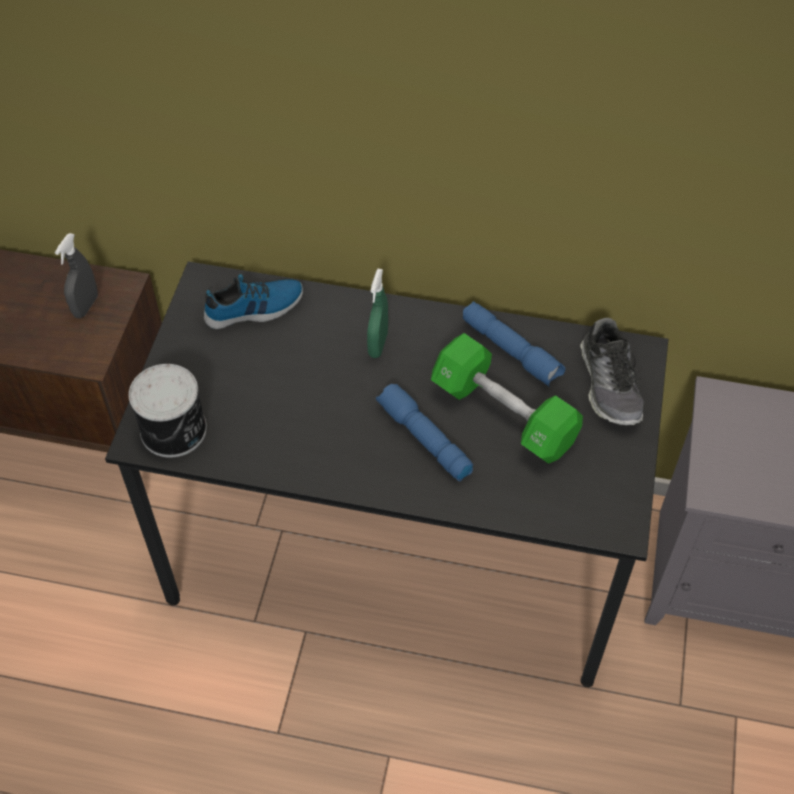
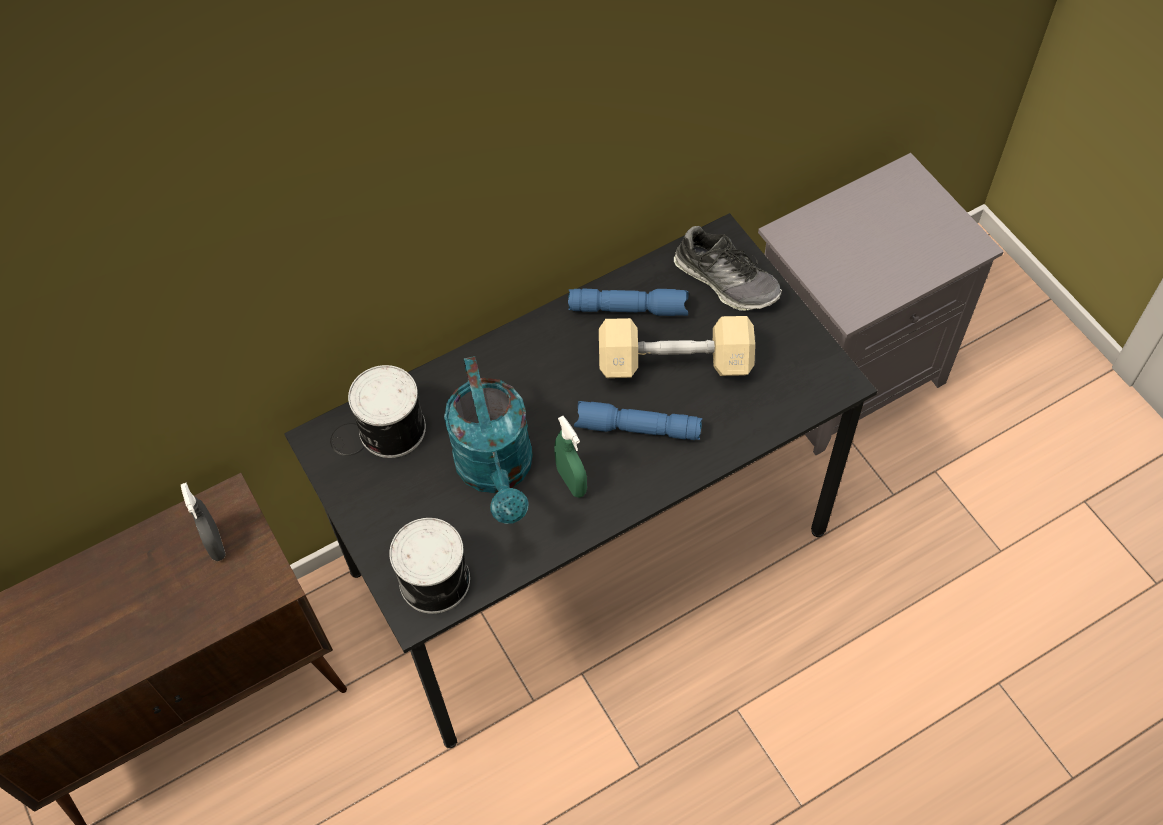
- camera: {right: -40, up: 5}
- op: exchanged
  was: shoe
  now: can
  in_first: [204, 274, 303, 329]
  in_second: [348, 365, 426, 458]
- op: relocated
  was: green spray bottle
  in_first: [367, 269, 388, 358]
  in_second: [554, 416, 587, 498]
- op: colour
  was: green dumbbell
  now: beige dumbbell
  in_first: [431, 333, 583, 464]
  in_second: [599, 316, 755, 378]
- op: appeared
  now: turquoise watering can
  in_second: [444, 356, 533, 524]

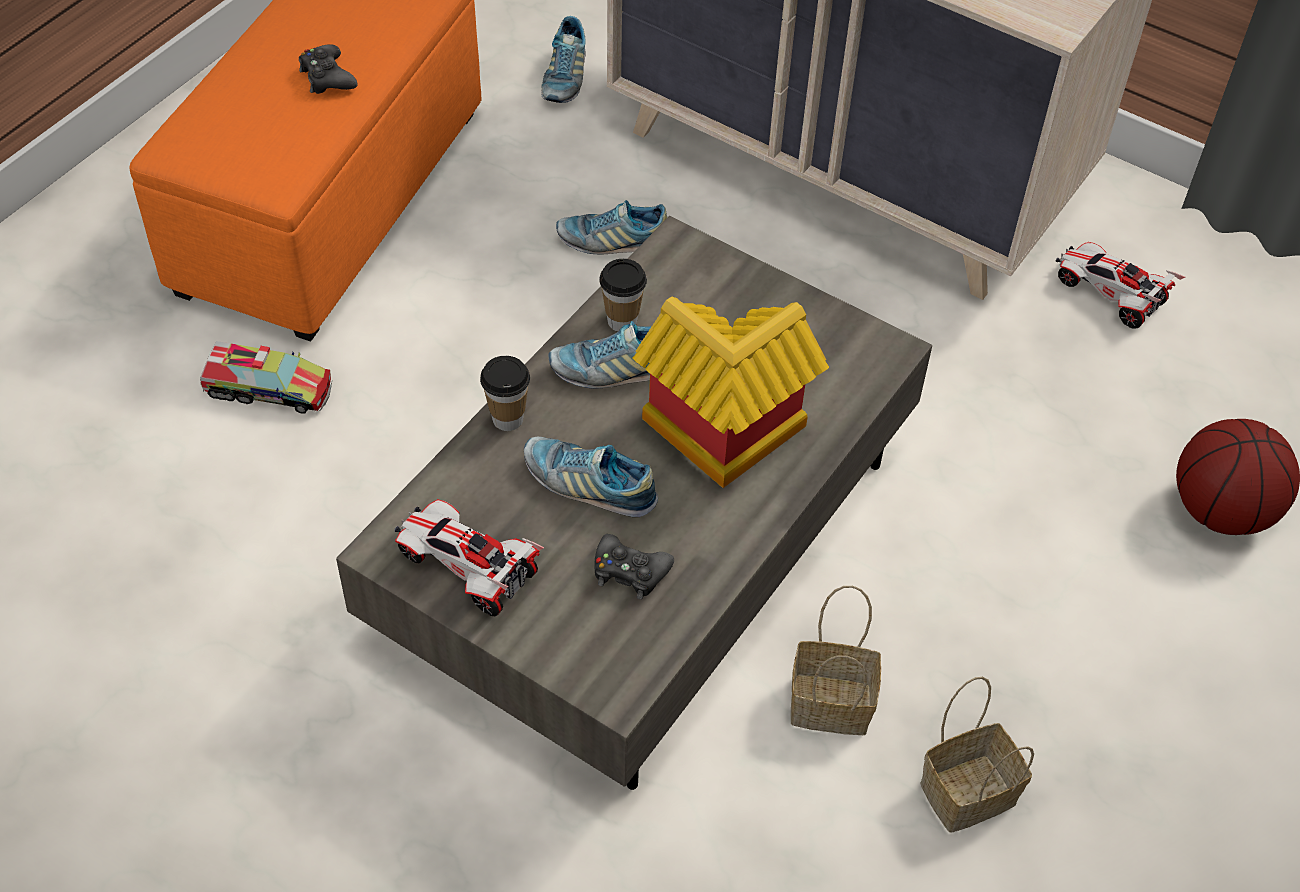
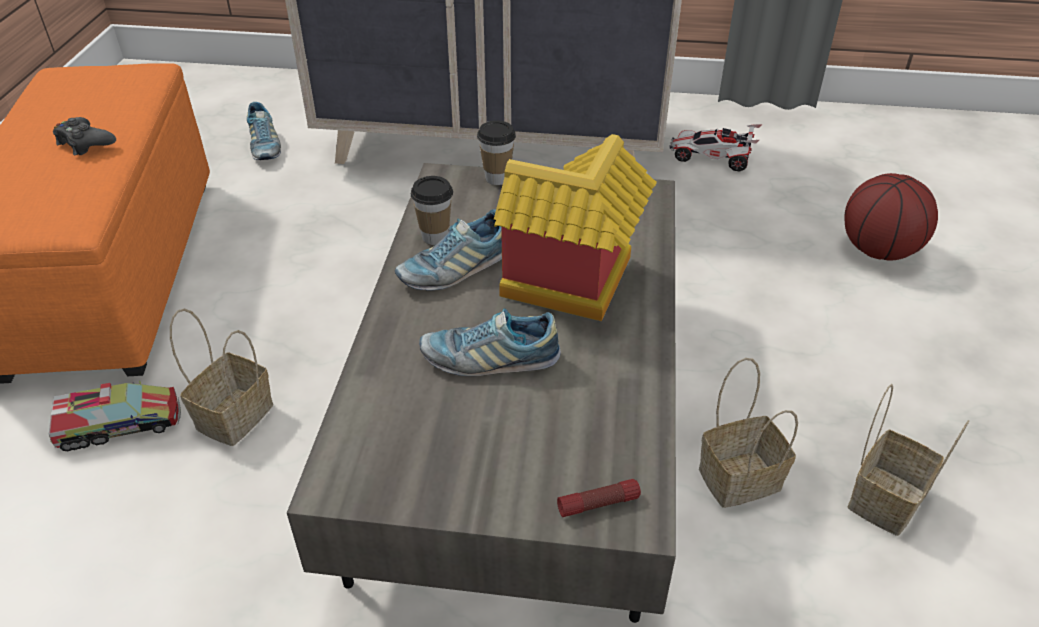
- camera: {right: -25, up: -10}
- op: missing
  was: toy car
  in_first: [394, 499, 544, 616]
- op: relocated
  was: cup
  in_first: [480, 356, 530, 431]
  in_second: [477, 121, 516, 185]
- op: missing
  was: shoe
  in_first: [556, 200, 667, 254]
- op: missing
  was: black game controller
  in_first: [594, 534, 674, 600]
- op: appeared
  now: basket
  in_second: [170, 308, 273, 446]
- op: appeared
  now: flashlight
  in_second: [557, 479, 641, 517]

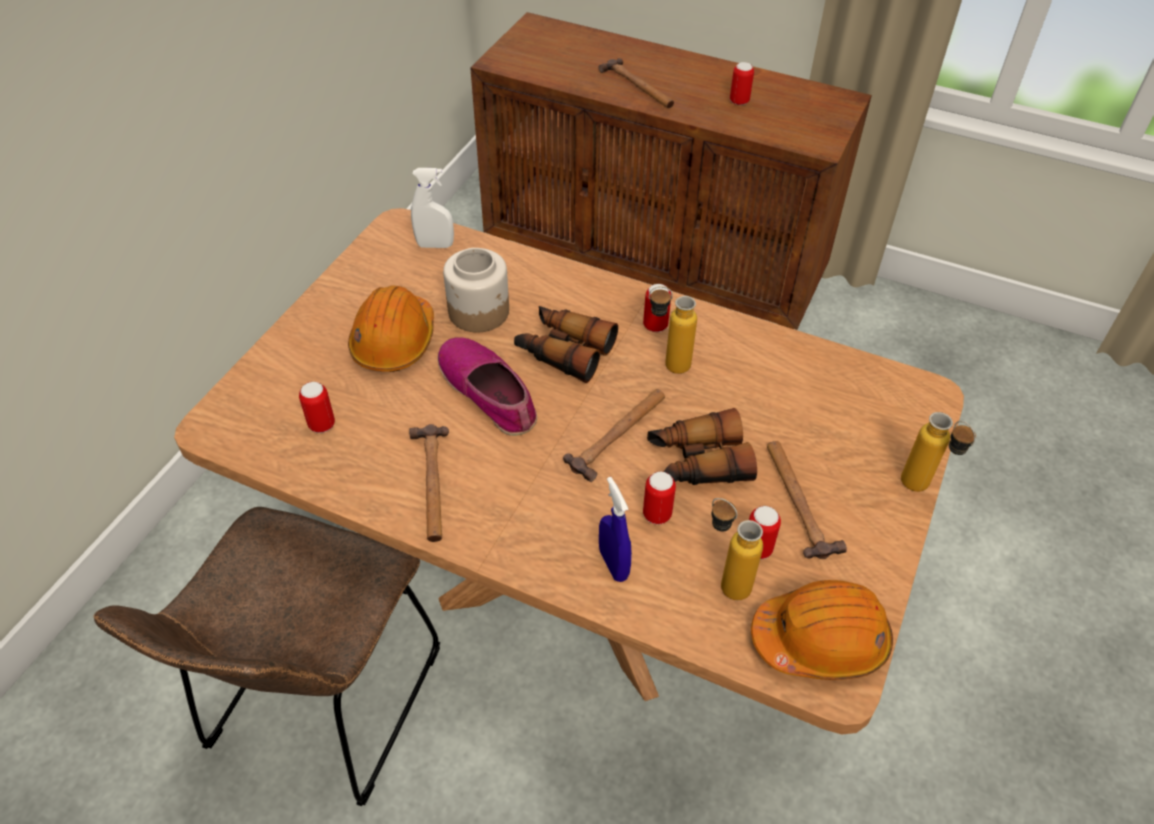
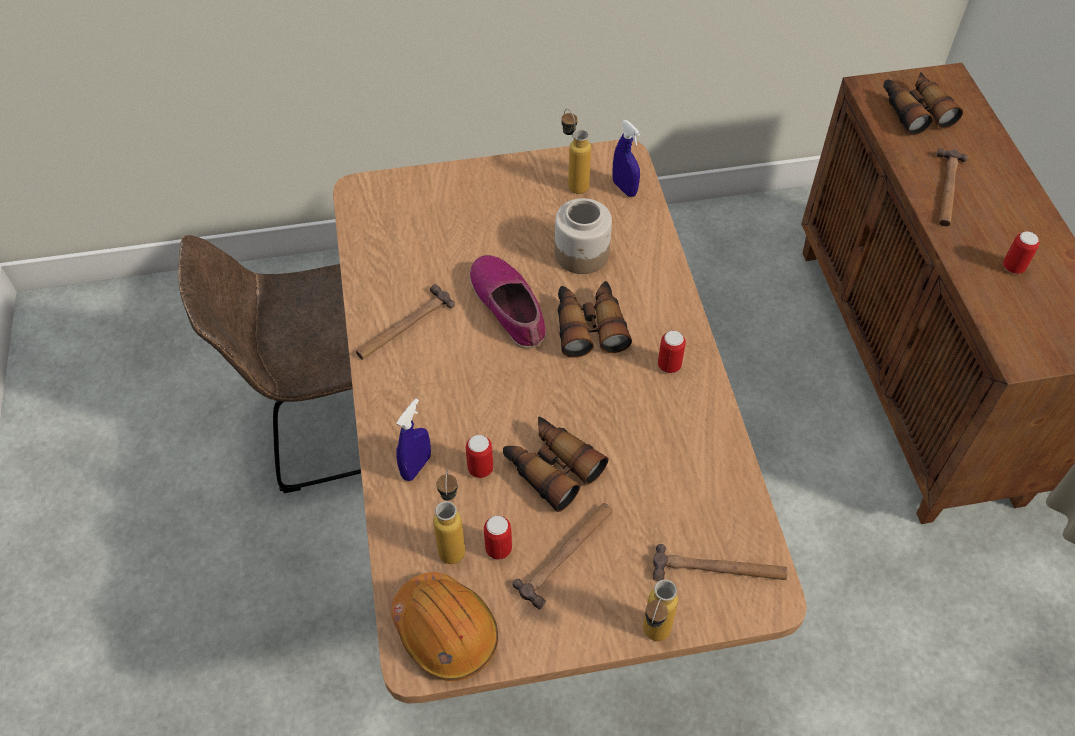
- camera: {right: 55, up: 5}
- op: missing
  was: can
  in_first: [299, 382, 335, 433]
- op: missing
  was: orange hard hat
  in_first: [348, 285, 434, 372]
- op: colour
  was: white spray bottle
  now: blue spray bottle
  in_first: [411, 168, 454, 248]
  in_second: [612, 120, 640, 197]
- op: spun
  was: shoe
  in_first: [438, 337, 537, 436]
  in_second: [470, 255, 547, 349]
  clockwise: -45
- op: relocated
  was: hammer
  in_first: [563, 389, 665, 482]
  in_second: [653, 544, 787, 581]
- op: relocated
  was: bottle
  in_first: [649, 286, 697, 374]
  in_second: [561, 109, 591, 194]
- op: appeared
  now: binoculars
  in_second: [883, 73, 963, 136]

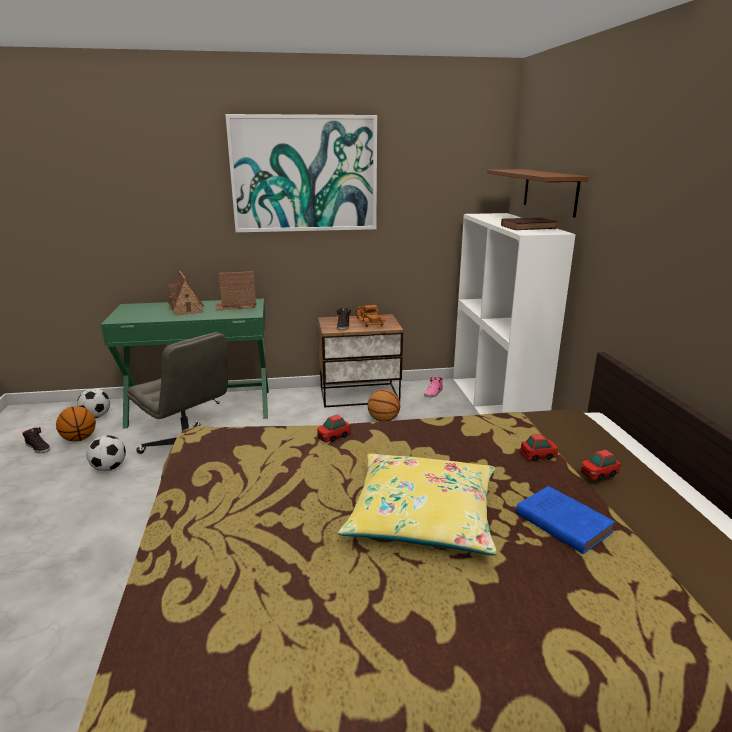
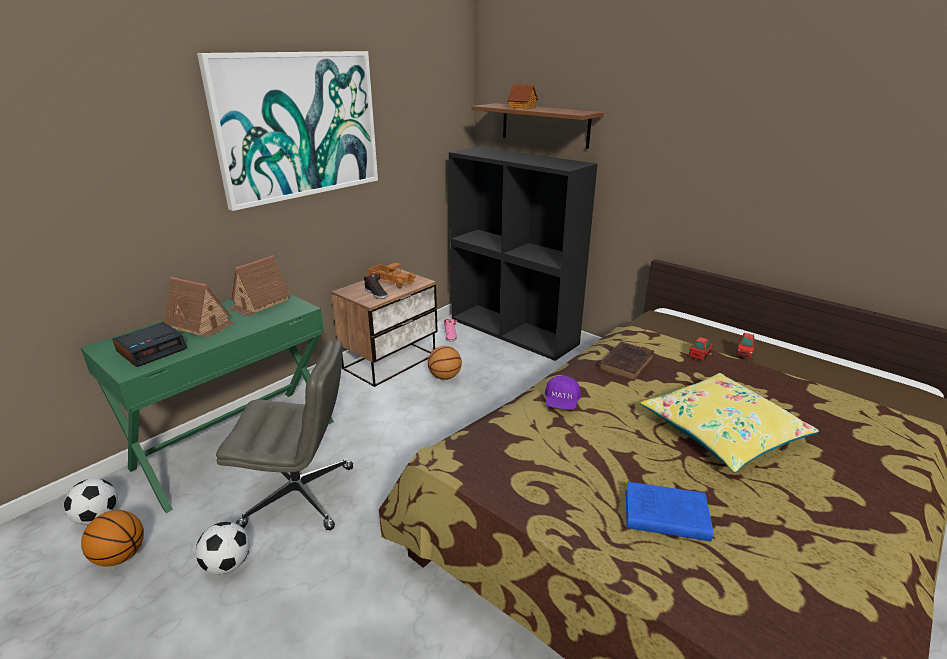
- camera: {right: -40, up: 5}
- op: missing
  was: black shoe
  in_first: [22, 427, 50, 453]
- op: exchanged
  was: toy car
  now: purple cap
  in_first: [317, 415, 350, 442]
  in_second: [545, 376, 581, 410]
- op: colour
  was: white bookcase
  now: black bookcase
  in_first: [453, 213, 576, 415]
  in_second: [449, 147, 597, 361]
- op: relocated
  was: brown book
  in_first: [501, 217, 557, 230]
  in_second: [598, 341, 655, 381]
- op: relocated
  was: blue book
  in_first: [516, 486, 615, 554]
  in_second: [626, 482, 713, 542]
- op: appeared
  now: alarm clock
  in_second: [112, 322, 187, 367]
- op: appeared
  now: toy house
  in_second: [507, 84, 538, 109]

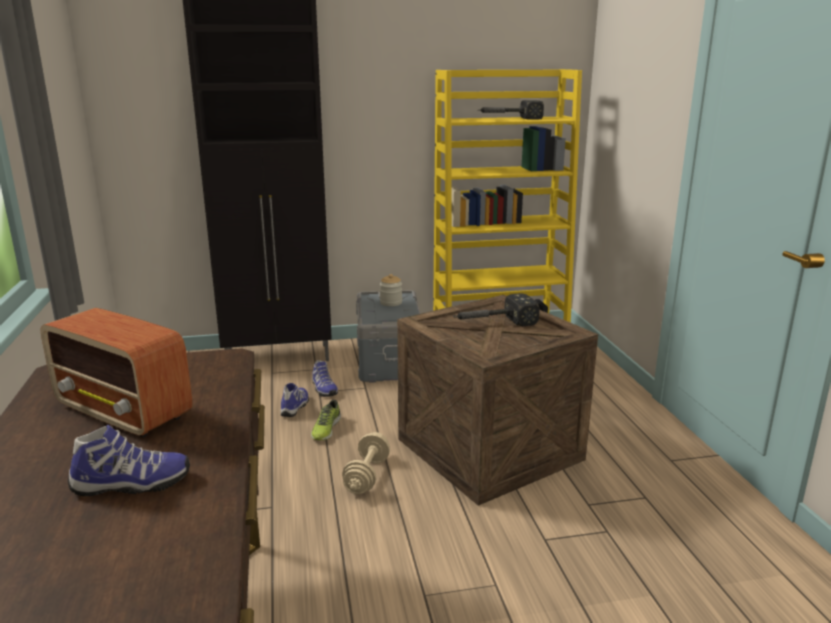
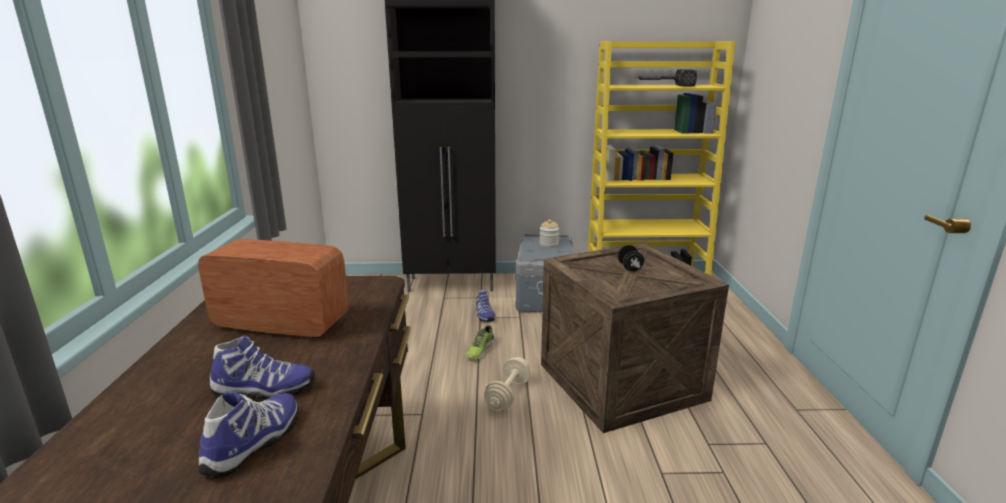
- camera: {right: 10, up: 0}
- op: spun
  was: radio
  in_first: [40, 308, 192, 438]
  in_second: [198, 239, 349, 338]
  clockwise: 150
- op: relocated
  was: shoe
  in_first: [281, 383, 309, 417]
  in_second: [198, 392, 298, 478]
- op: exchanged
  was: hammer
  now: black dumbbell
  in_first: [453, 293, 540, 326]
  in_second: [618, 245, 644, 271]

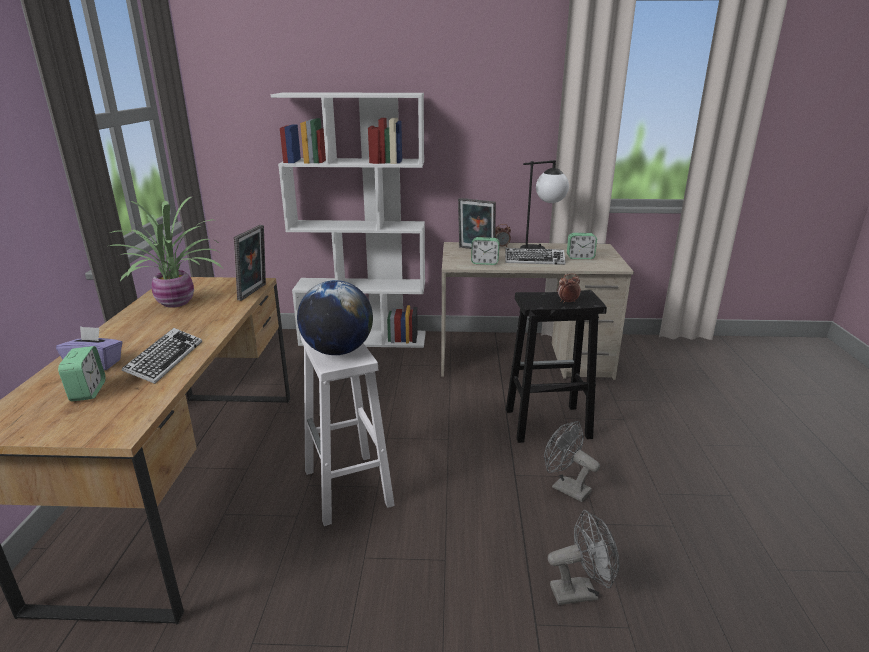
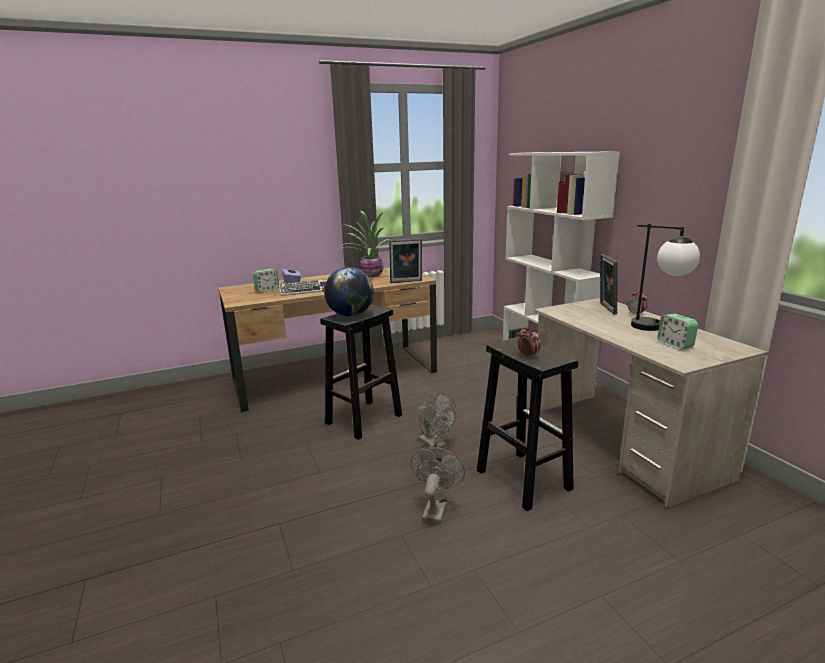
- camera: {right: 65, up: -5}
- op: colour
  was: white stool
  now: black stool
  in_first: [300, 333, 395, 526]
  in_second: [320, 304, 402, 440]
- op: missing
  was: alarm clock
  in_first: [471, 237, 500, 265]
- op: missing
  was: keyboard
  in_first: [505, 248, 565, 265]
- op: relocated
  was: grey fan
  in_first: [548, 510, 619, 605]
  in_second: [419, 393, 456, 450]

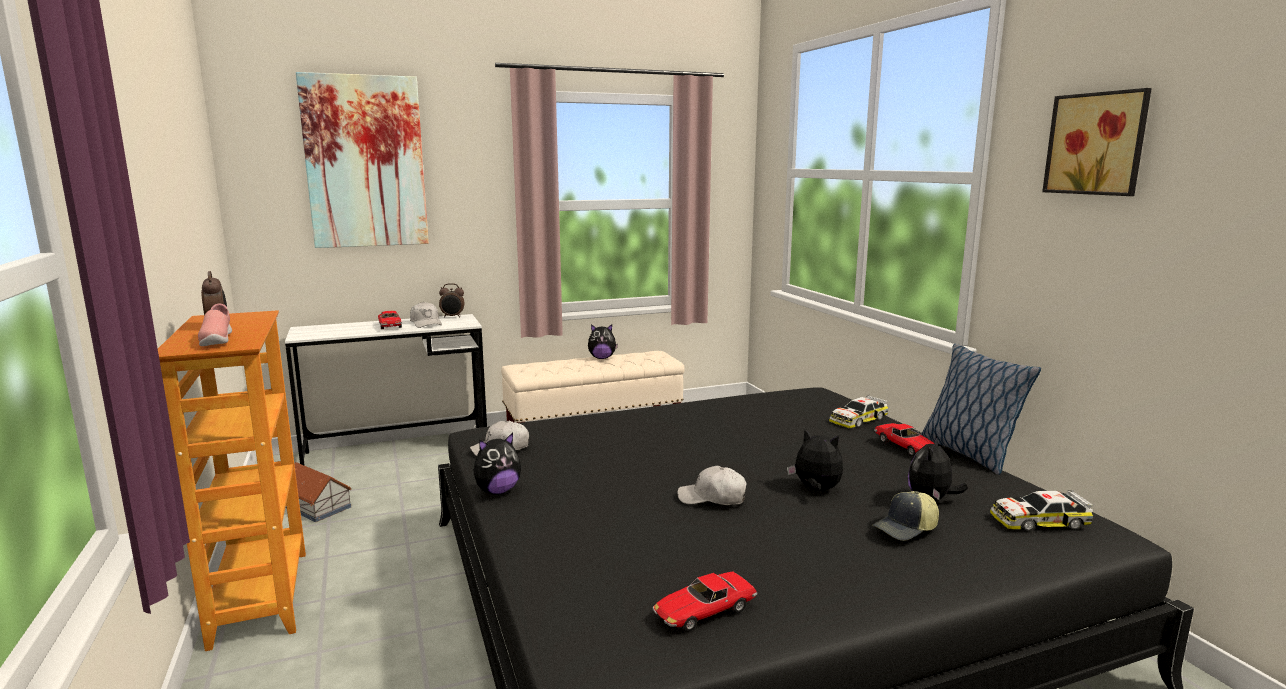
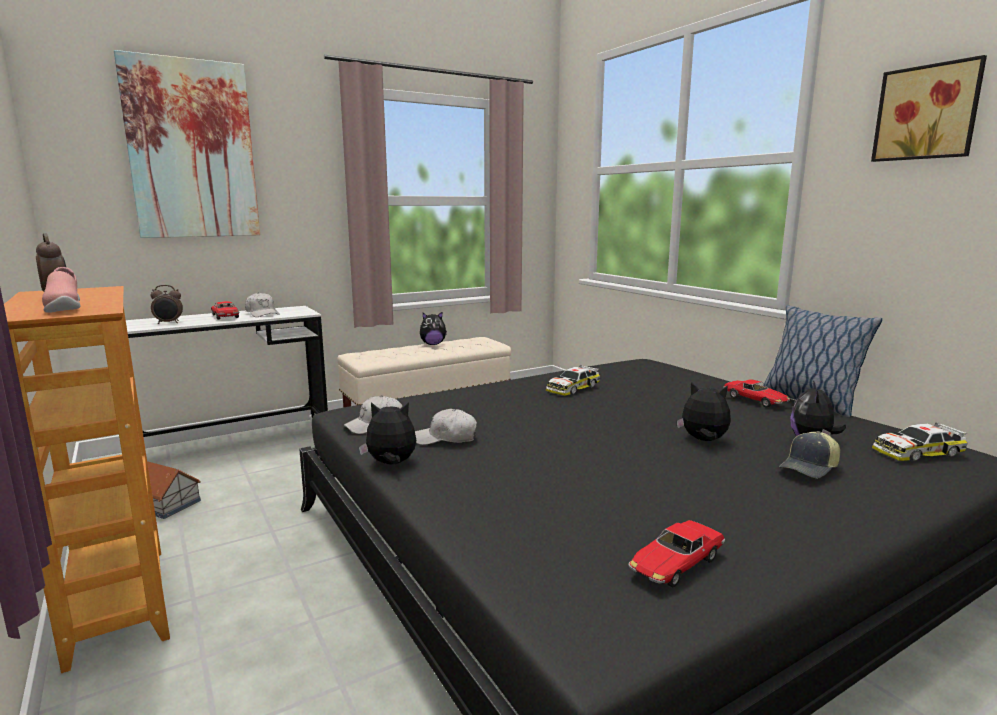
- camera: {right: -10, up: 0}
- op: relocated
  was: alarm clock
  in_first: [439, 283, 465, 318]
  in_second: [151, 285, 183, 324]
- op: spun
  was: plush toy
  in_first: [473, 433, 521, 495]
  in_second: [359, 402, 416, 464]
  clockwise: -135
- op: relocated
  was: white cap
  in_first: [677, 466, 747, 505]
  in_second: [415, 409, 477, 445]
- op: relocated
  was: toy car
  in_first: [829, 395, 888, 428]
  in_second: [546, 365, 600, 396]

